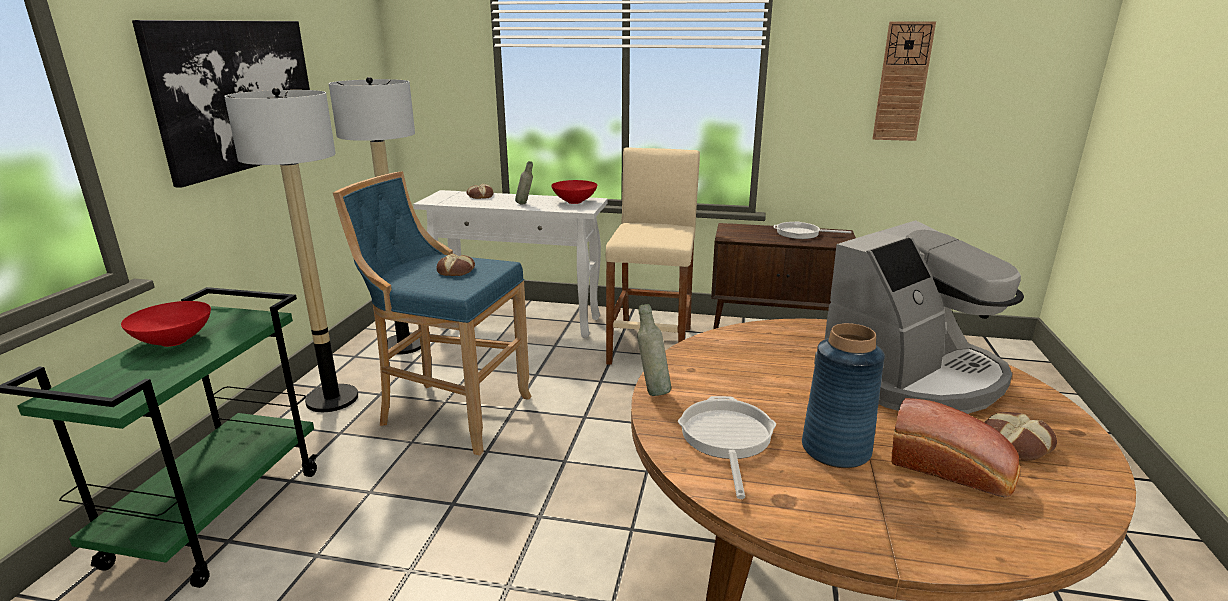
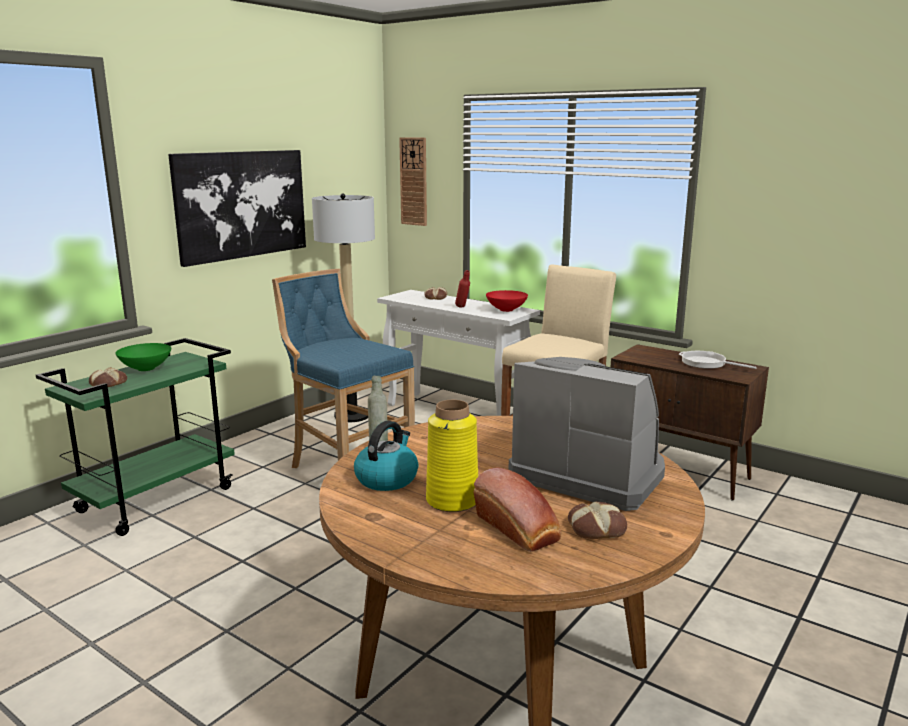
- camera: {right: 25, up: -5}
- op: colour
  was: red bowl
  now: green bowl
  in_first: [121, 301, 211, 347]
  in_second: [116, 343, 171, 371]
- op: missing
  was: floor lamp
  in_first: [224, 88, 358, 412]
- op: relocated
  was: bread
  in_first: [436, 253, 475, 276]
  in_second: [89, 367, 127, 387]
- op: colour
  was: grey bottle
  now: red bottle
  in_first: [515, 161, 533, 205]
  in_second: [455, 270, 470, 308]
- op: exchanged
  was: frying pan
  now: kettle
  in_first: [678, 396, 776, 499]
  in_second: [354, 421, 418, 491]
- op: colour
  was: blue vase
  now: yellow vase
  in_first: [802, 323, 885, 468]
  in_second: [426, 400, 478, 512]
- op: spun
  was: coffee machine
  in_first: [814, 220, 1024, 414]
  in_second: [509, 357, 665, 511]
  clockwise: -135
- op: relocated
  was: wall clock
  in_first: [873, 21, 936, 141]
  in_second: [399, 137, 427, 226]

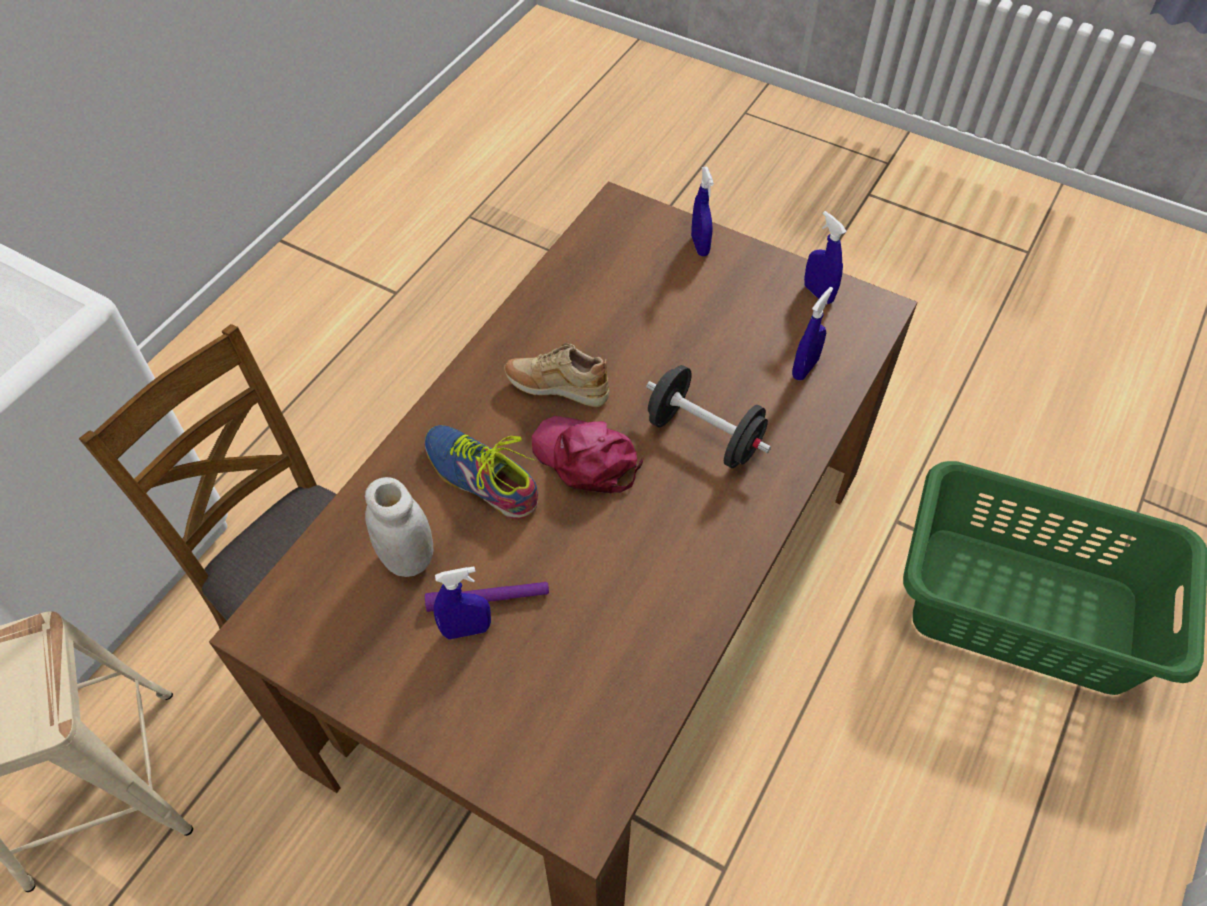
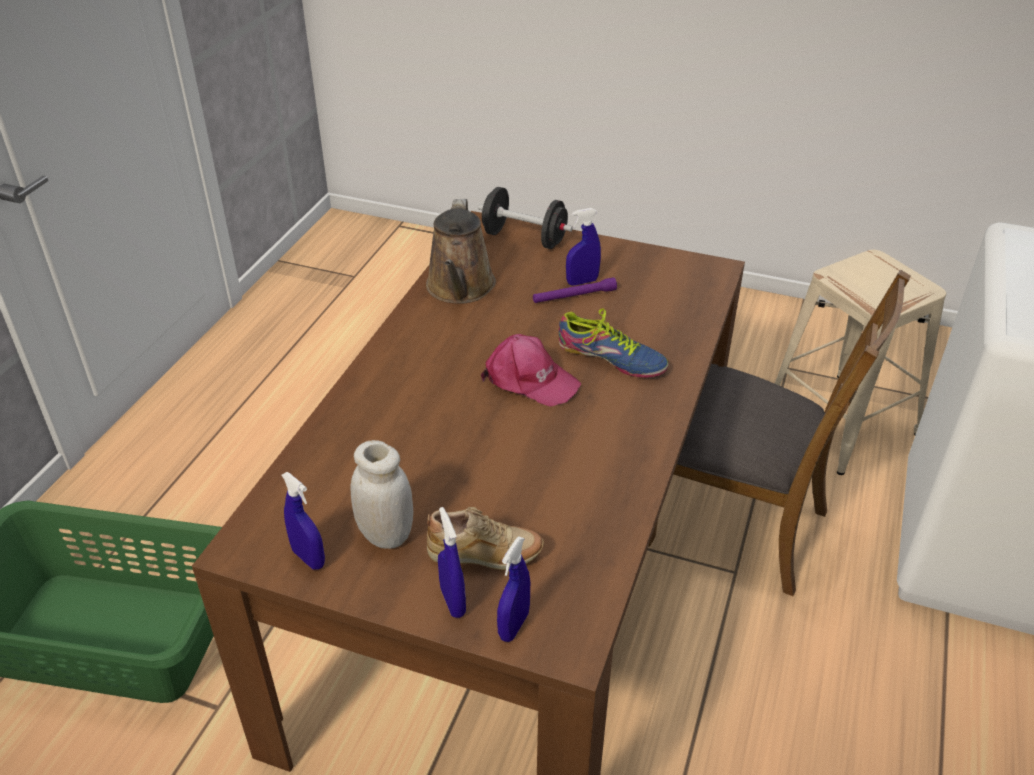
- camera: {right: 170, up: -15}
- op: relocated
  was: white jar
  in_first: [365, 477, 433, 577]
  in_second: [351, 440, 413, 549]
- op: relocated
  was: beige shoe
  in_first: [504, 343, 609, 407]
  in_second: [427, 507, 544, 570]
- op: relocated
  was: black dumbbell
  in_first: [646, 365, 771, 468]
  in_second: [478, 187, 573, 249]
- op: relocated
  was: blue spray bottle
  in_first: [792, 287, 833, 380]
  in_second: [497, 536, 530, 642]
- op: appeared
  now: brown watering can
  in_second: [426, 199, 496, 304]

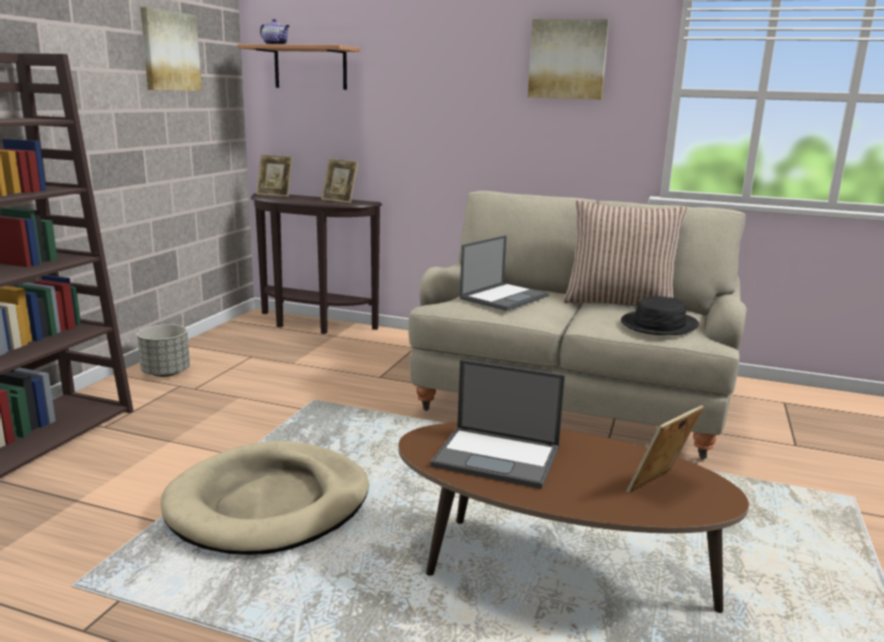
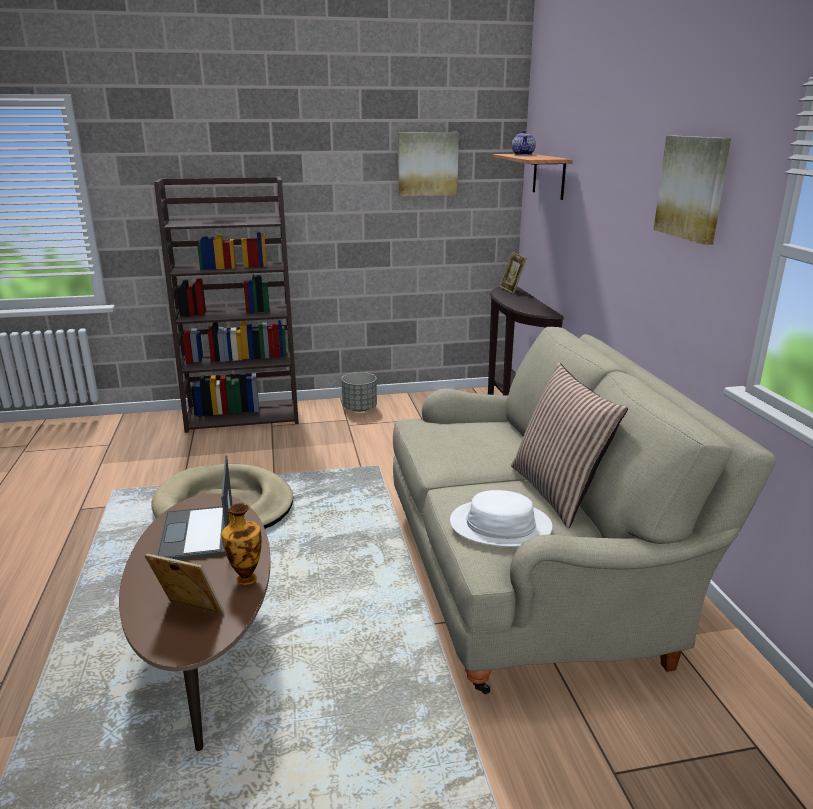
- camera: {right: 60, up: 5}
- op: missing
  was: picture frame
  in_first: [321, 158, 358, 203]
- op: missing
  was: laptop
  in_first: [460, 235, 549, 311]
- op: colour
  was: black hat
  now: white hat
  in_first: [621, 296, 699, 335]
  in_second: [450, 490, 553, 547]
- op: appeared
  now: vase
  in_second: [221, 503, 262, 585]

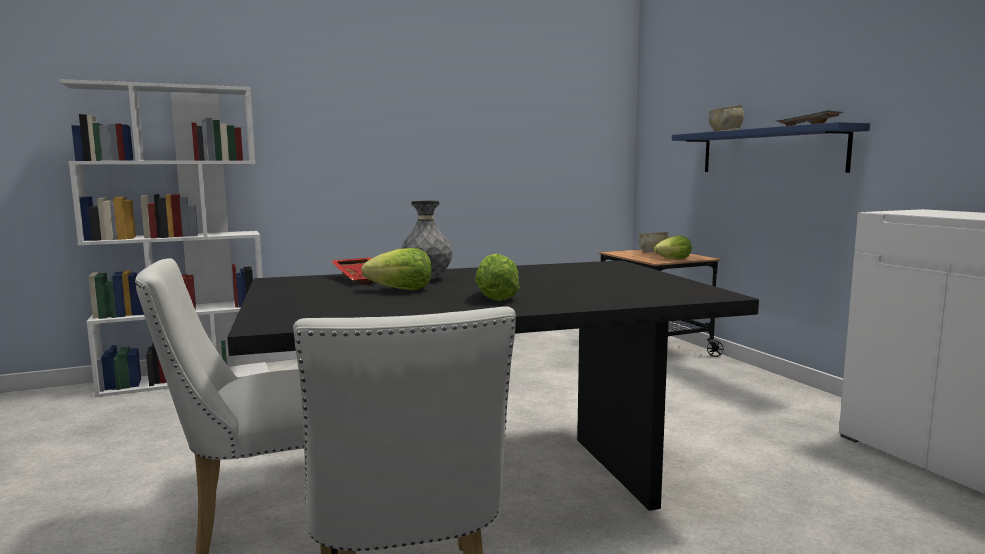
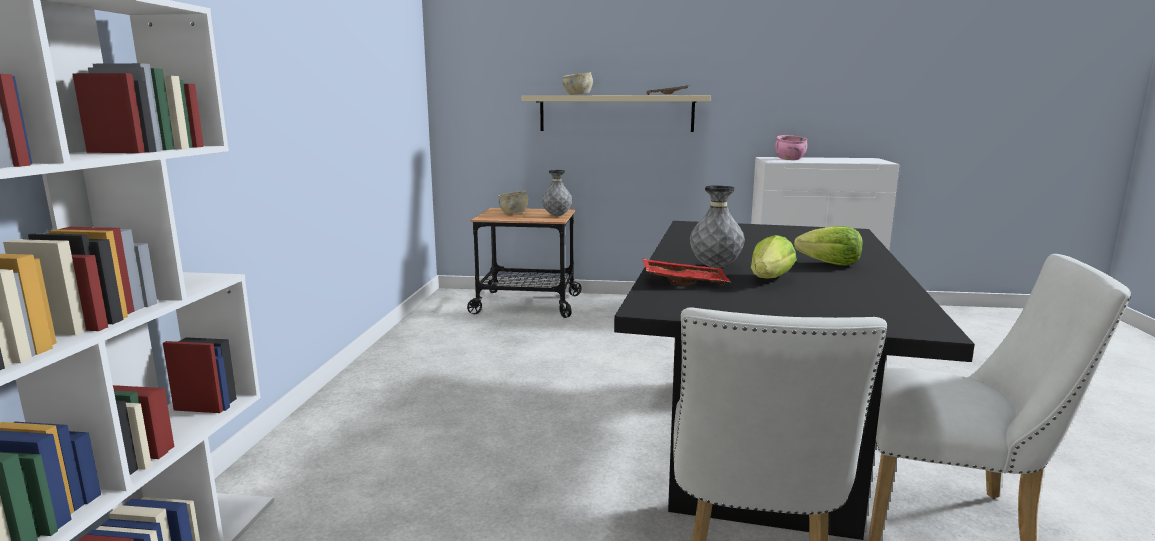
- camera: {right: -60, up: 5}
- op: exchanged
  was: lettuce
  now: grey vase
  in_first: [654, 236, 692, 259]
  in_second: [542, 170, 572, 216]
- op: colour
  was: blue shelf
  now: beige shelf
  in_first: [672, 122, 870, 173]
  in_second: [521, 95, 711, 132]
- op: appeared
  now: pink bowl
  in_second: [775, 135, 807, 160]

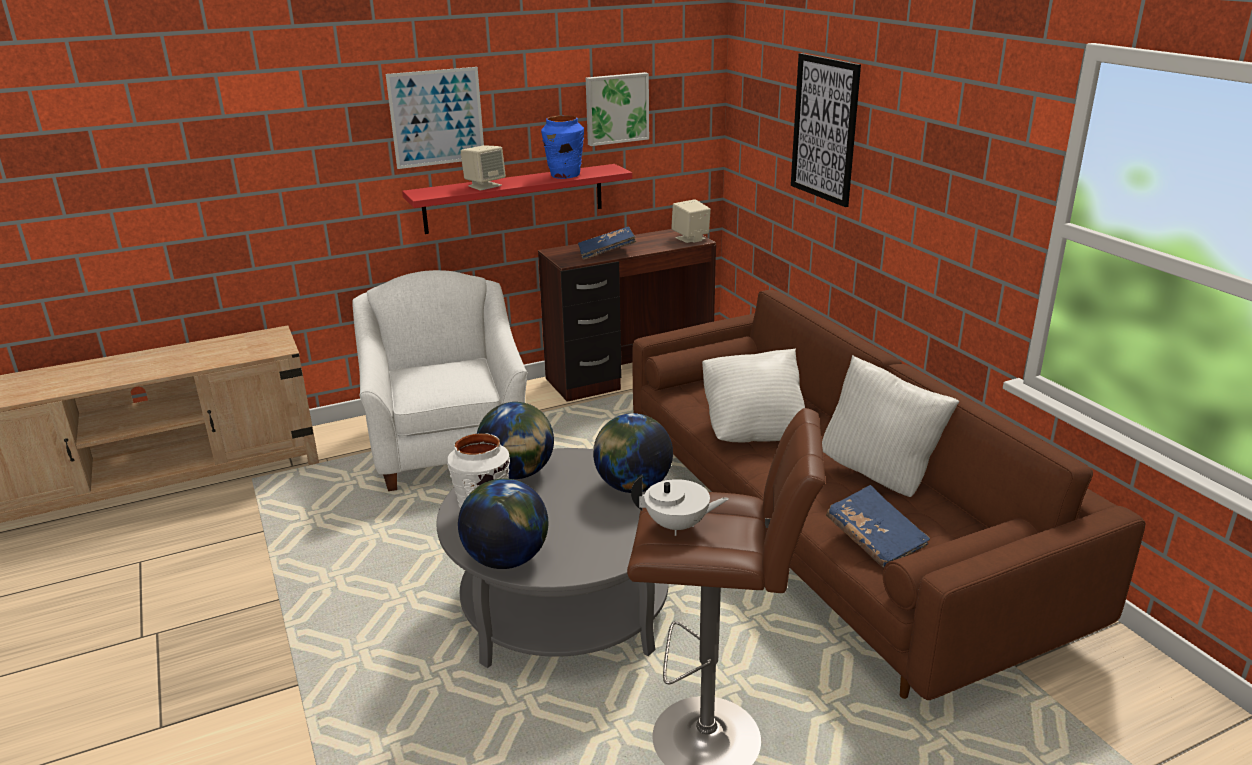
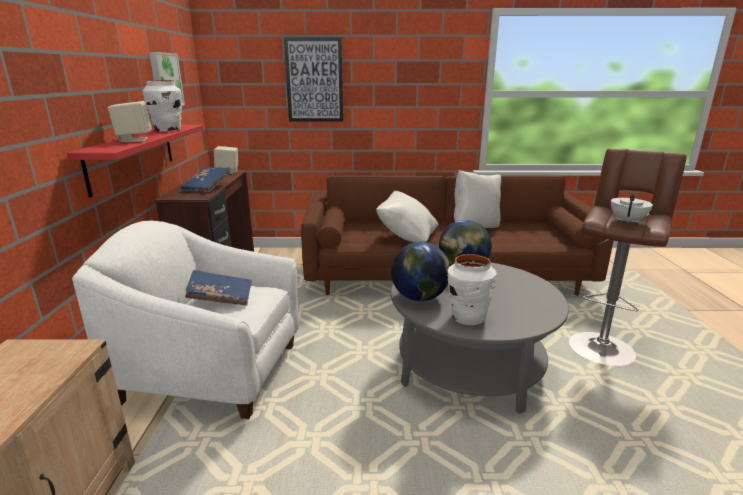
- camera: {right: -65, up: -5}
- op: missing
  was: picture
  in_first: [386, 67, 484, 169]
- op: missing
  was: globe
  in_first: [458, 478, 548, 569]
- op: colour
  was: blue vase
  now: white vase
  in_first: [541, 115, 584, 179]
  in_second: [142, 80, 182, 132]
- op: relocated
  was: blue book
  in_first: [826, 485, 930, 568]
  in_second: [185, 270, 252, 306]

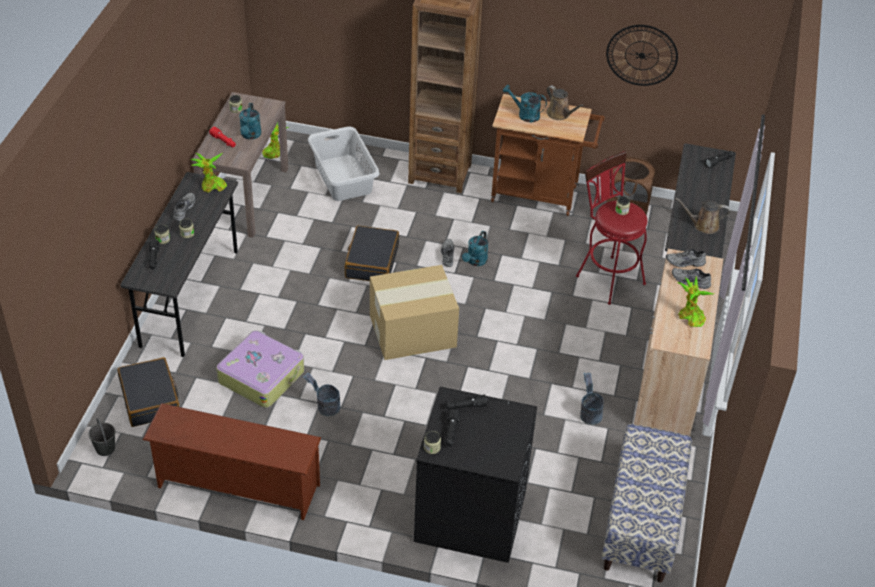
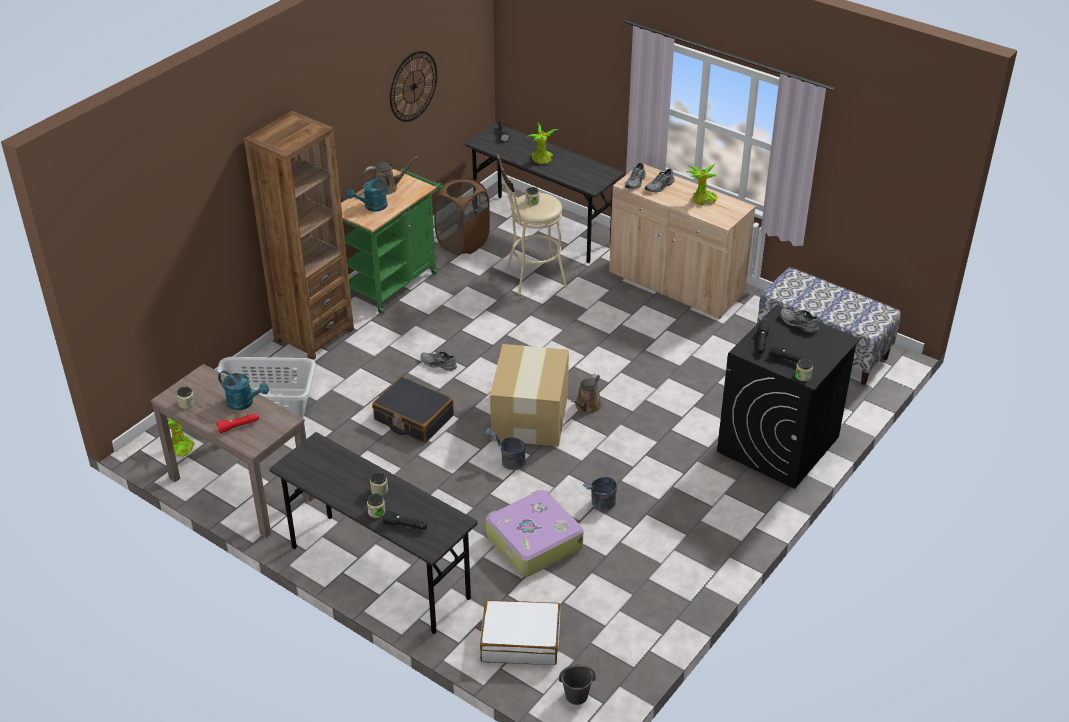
- camera: {right: -65, up: -5}
- op: colour
  was: black suitcase
  now: white suitcase
  in_first: [117, 357, 179, 427]
  in_second: [480, 600, 560, 665]
- op: missing
  was: brown shoe rack
  in_first: [142, 403, 322, 520]
- op: relocated
  was: grey shoe
  in_first: [173, 192, 195, 221]
  in_second: [780, 308, 819, 333]
- op: relocated
  was: potted plant
  in_first: [191, 153, 227, 193]
  in_second: [527, 123, 559, 164]
- op: missing
  was: turquoise watering can
  in_first: [462, 231, 488, 266]
- op: colour
  was: brown cart
  now: green cart
  in_first: [491, 94, 605, 216]
  in_second: [341, 168, 443, 314]
- op: colour
  was: red stool
  now: beige stool
  in_first: [576, 151, 647, 305]
  in_second: [497, 154, 567, 295]
- op: relocated
  was: grey bucket
  in_first: [580, 372, 603, 425]
  in_second: [485, 428, 526, 470]
- op: relocated
  was: brown watering can
  in_first: [675, 198, 730, 234]
  in_second: [571, 374, 602, 414]

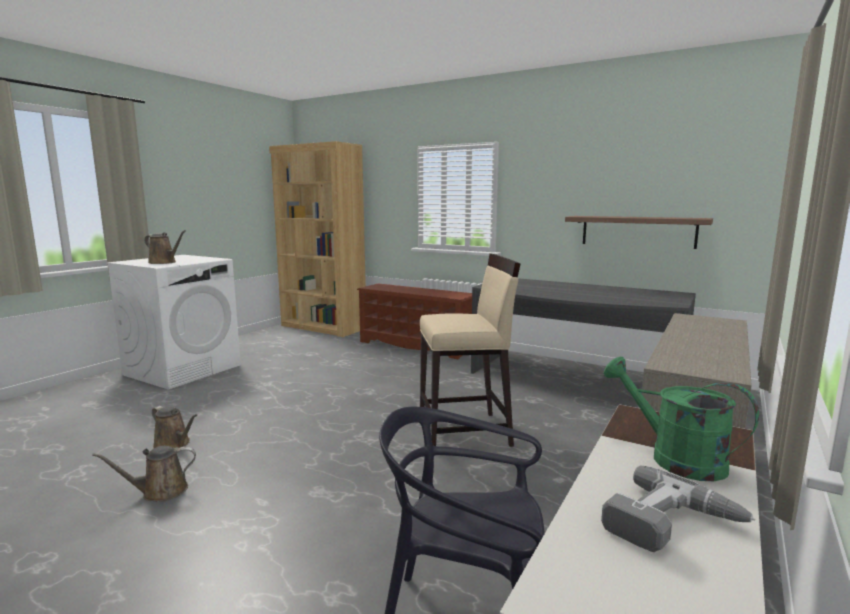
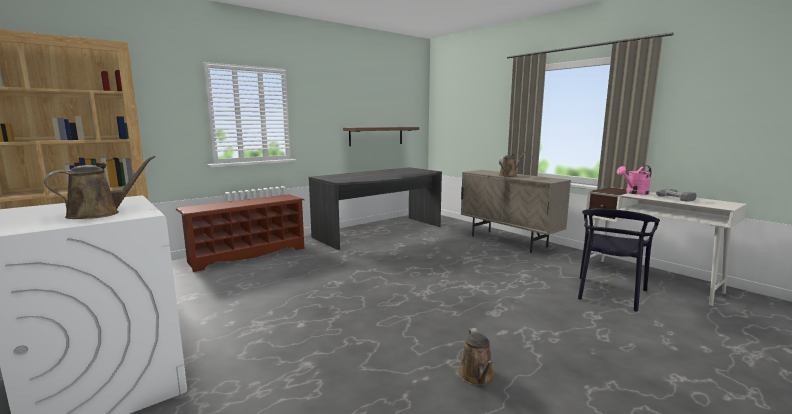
- camera: {right: -70, up: 0}
- op: relocated
  was: brown watering can
  in_first: [152, 406, 197, 449]
  in_second: [499, 151, 526, 177]
- op: missing
  was: beige stool
  in_first: [420, 253, 520, 447]
- op: colour
  was: green watering can
  now: pink watering can
  in_first: [603, 357, 759, 481]
  in_second: [617, 165, 652, 195]

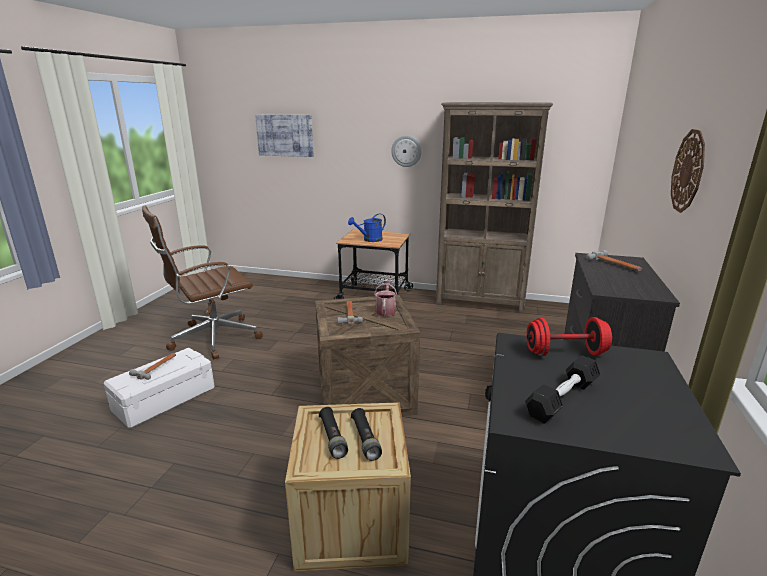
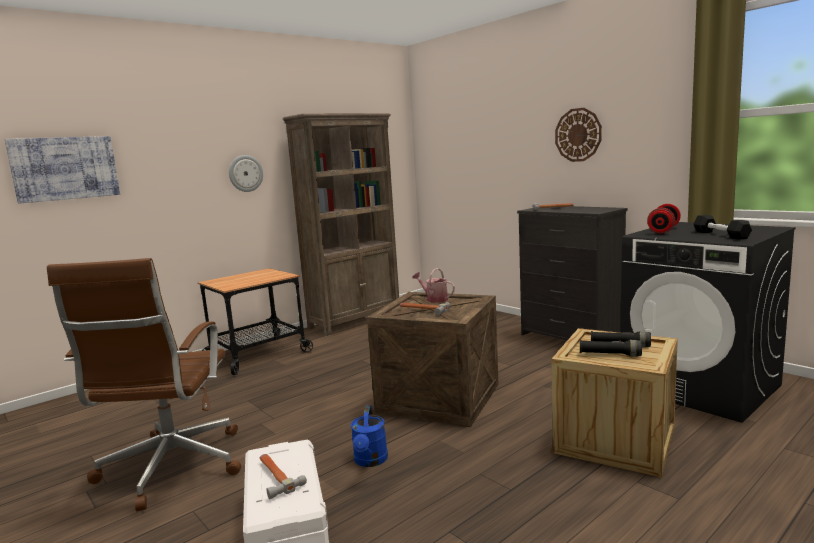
- camera: {right: -55, up: -10}
- op: relocated
  was: blue watering can
  in_first: [348, 214, 386, 242]
  in_second: [351, 405, 388, 467]

